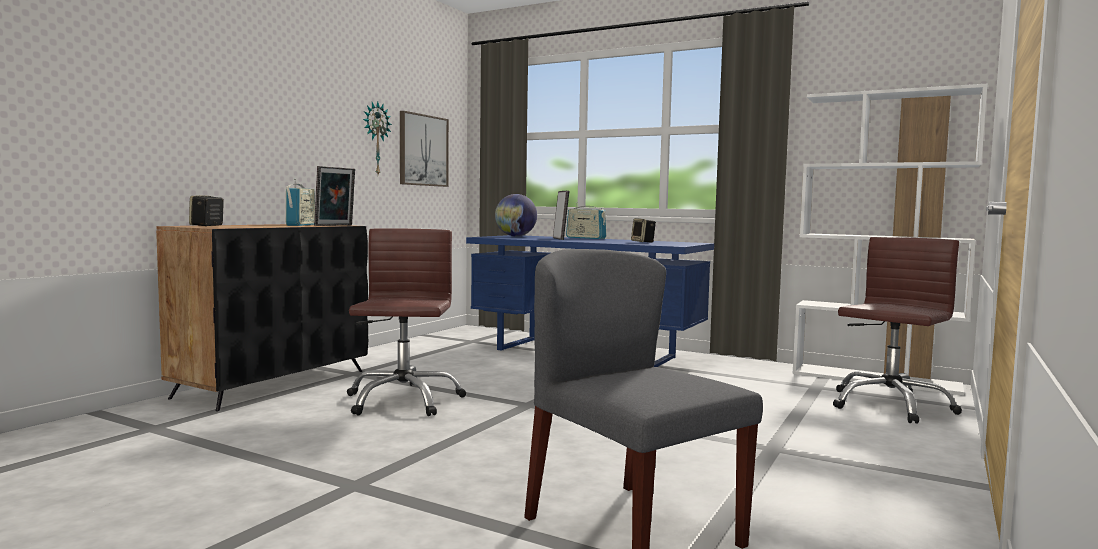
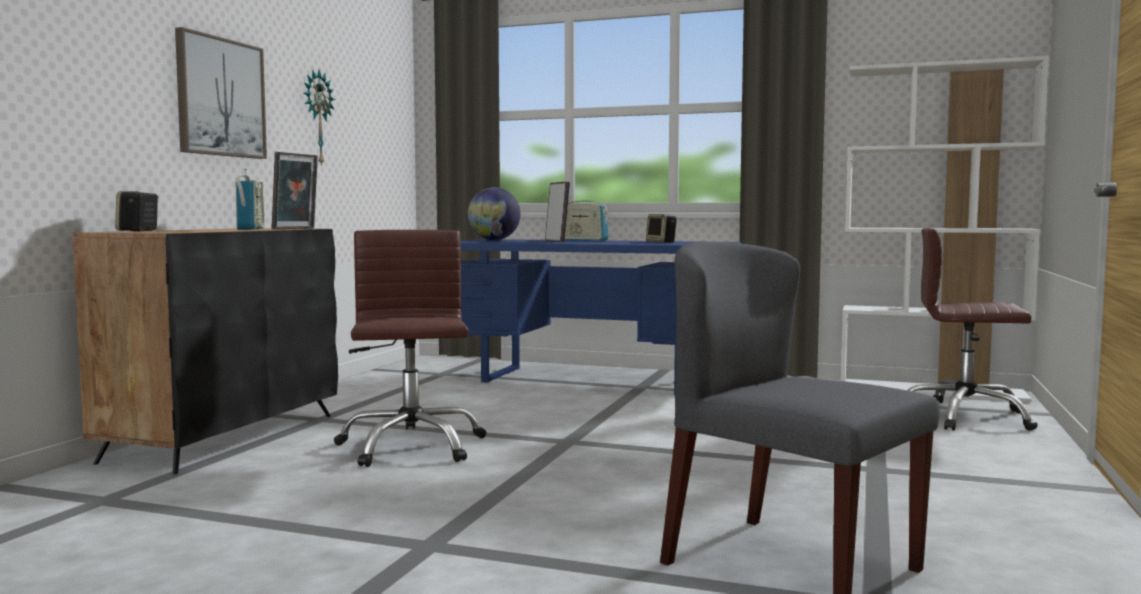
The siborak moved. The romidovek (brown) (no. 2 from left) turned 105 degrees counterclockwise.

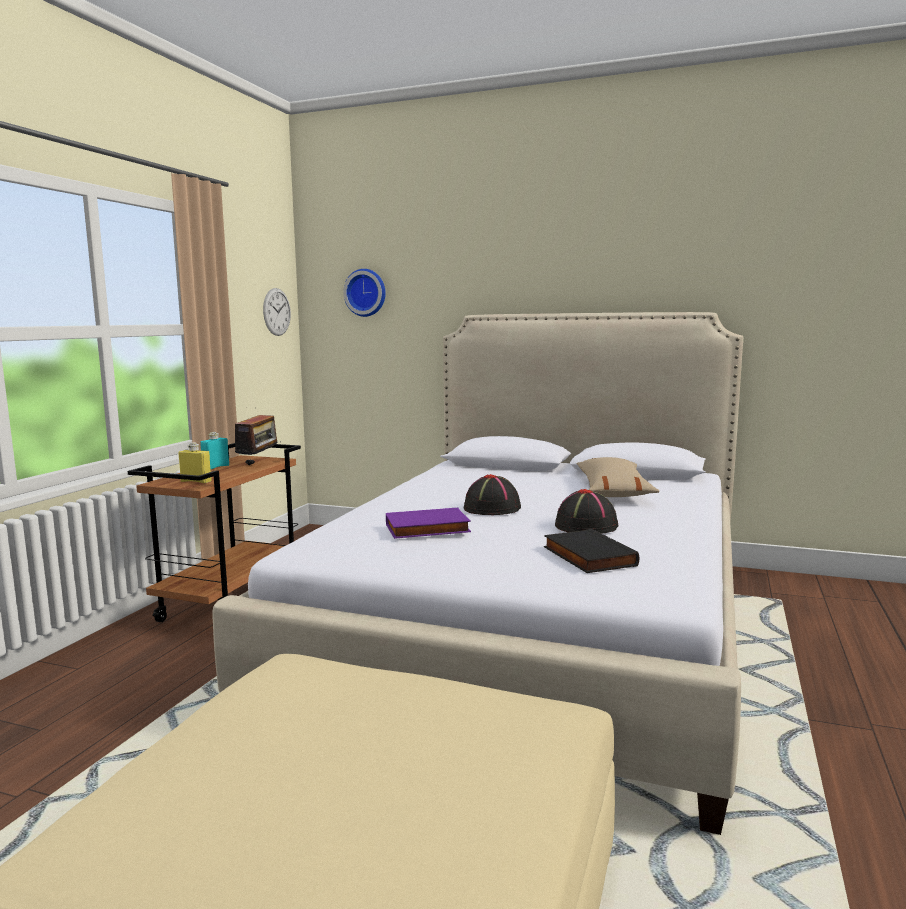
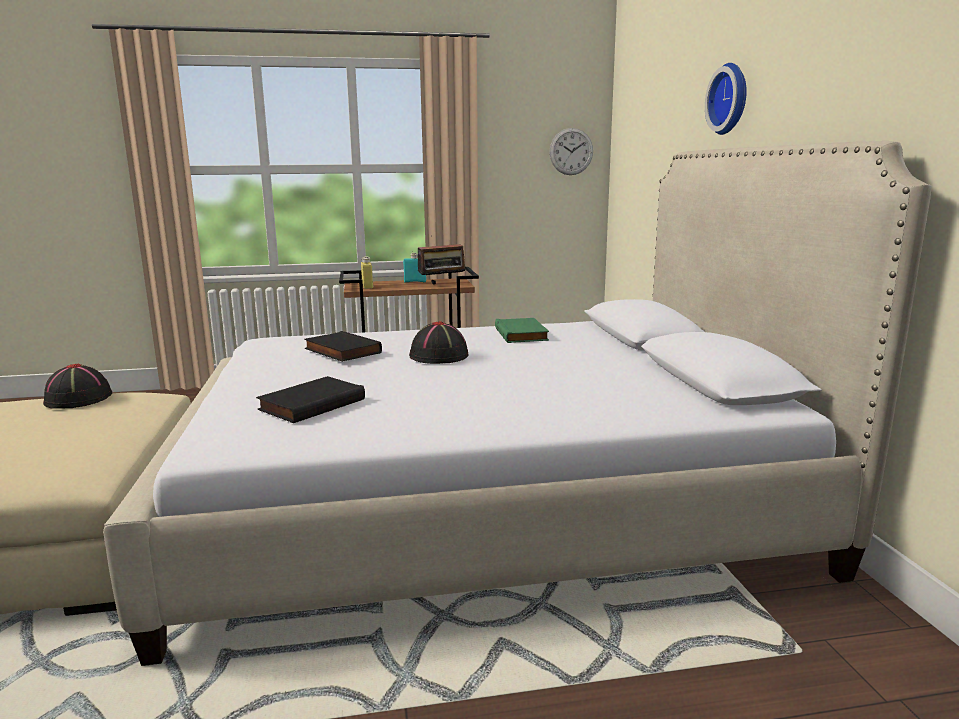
The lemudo (no. 2 from left) moved. The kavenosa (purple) became the kavenosa (black) (no. 2 from left). The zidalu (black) (no. 2 from left in the first image) moved. The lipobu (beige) disappeared. The kavenosa (green) appeared.

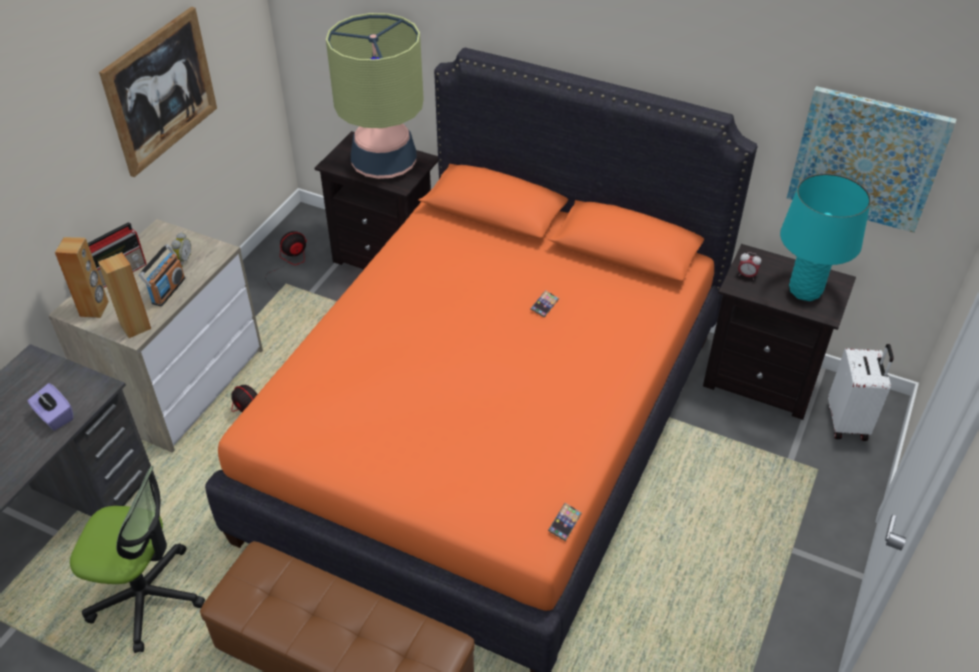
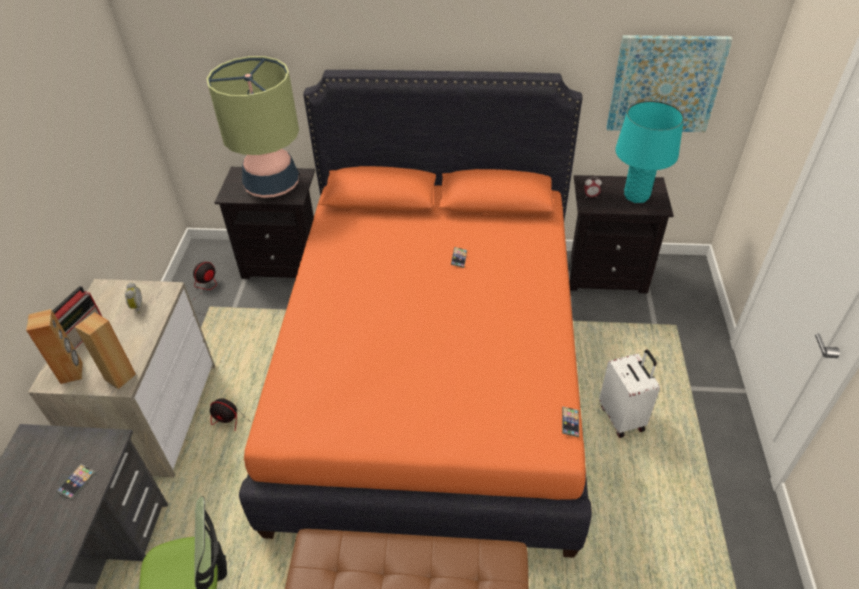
The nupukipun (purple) was replaced by the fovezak (no. 1 from left). The siborak (no. 1 from left) disappeared. The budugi (no. 2 from left) disappeared. The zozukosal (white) moved.

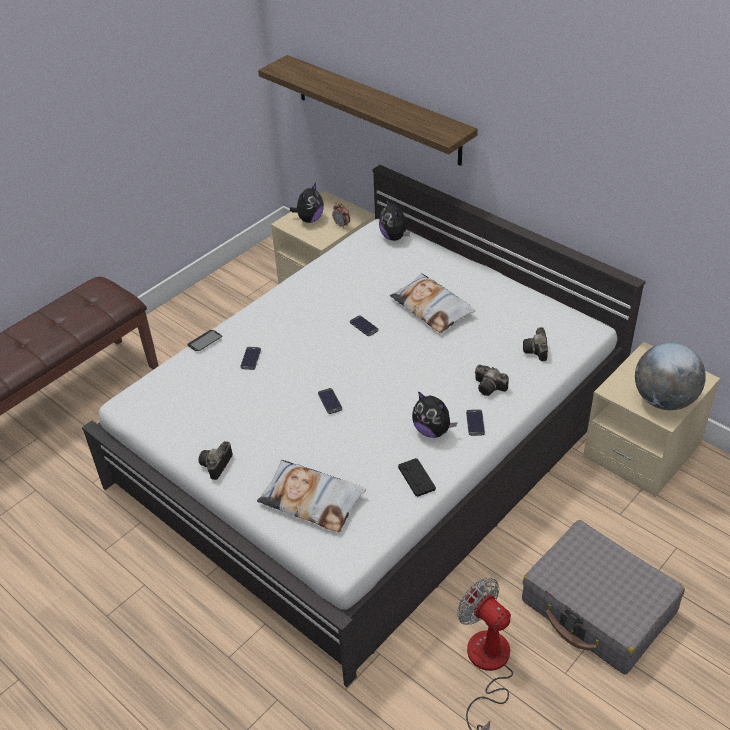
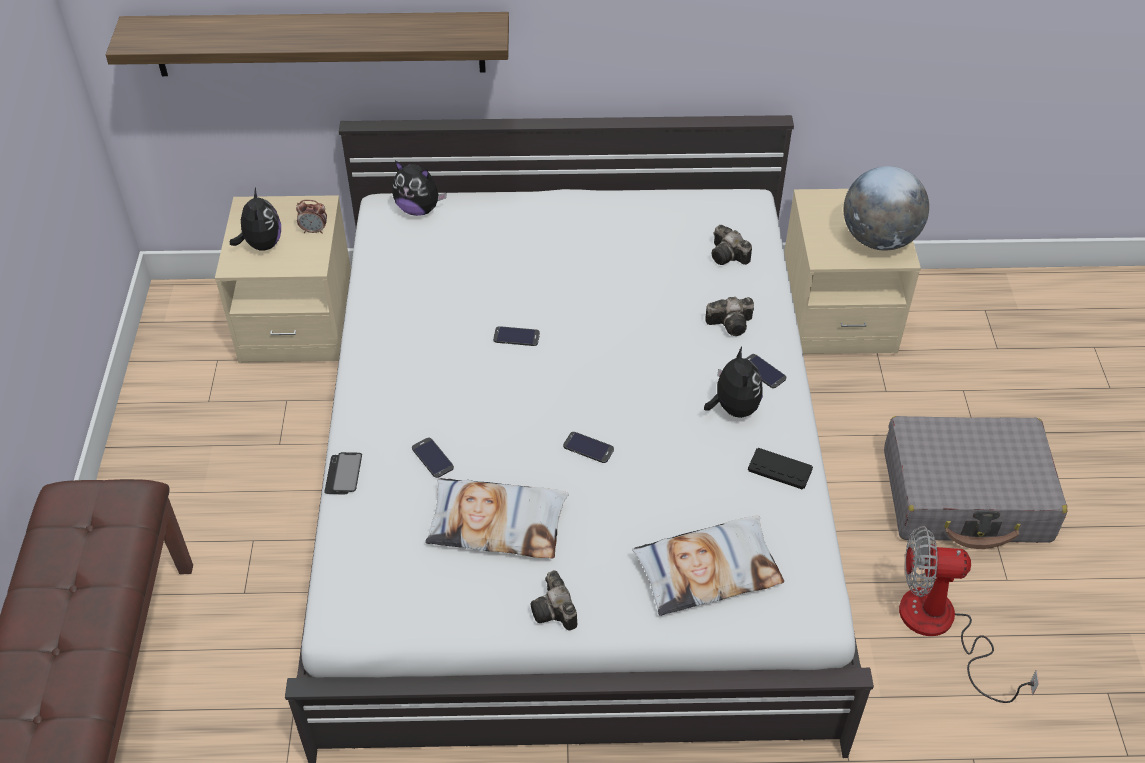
The lipobu (no. 2 from left in the first image) moved. The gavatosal (no. 3 from left) turned 90 degrees counterclockwise.

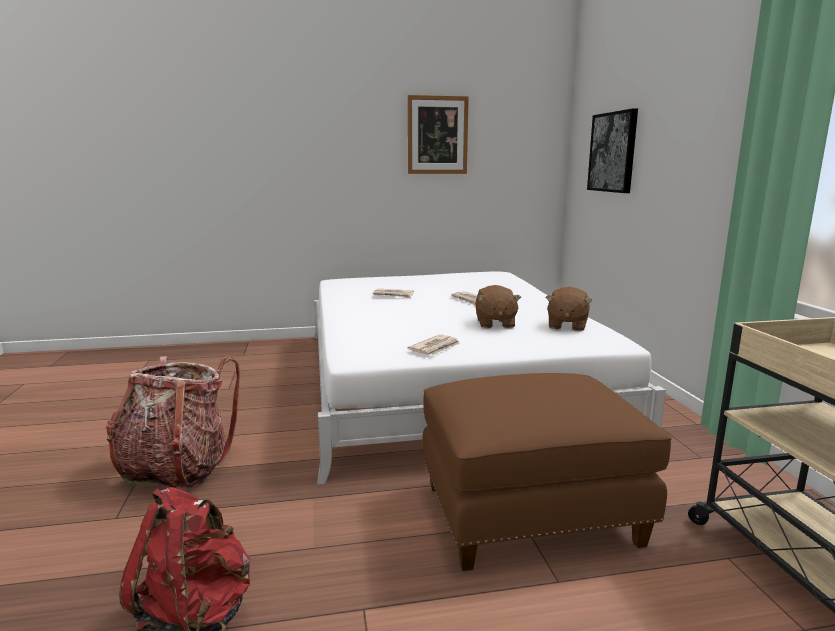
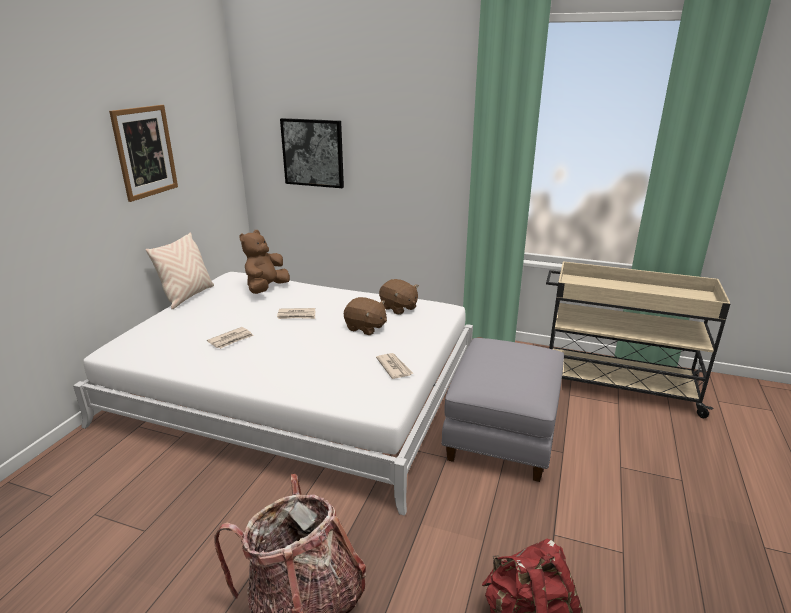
The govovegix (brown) became the govovegix (grey). The lipobu (beige) appeared. The gavatosal (brown) (no. 1 from left) appeared.

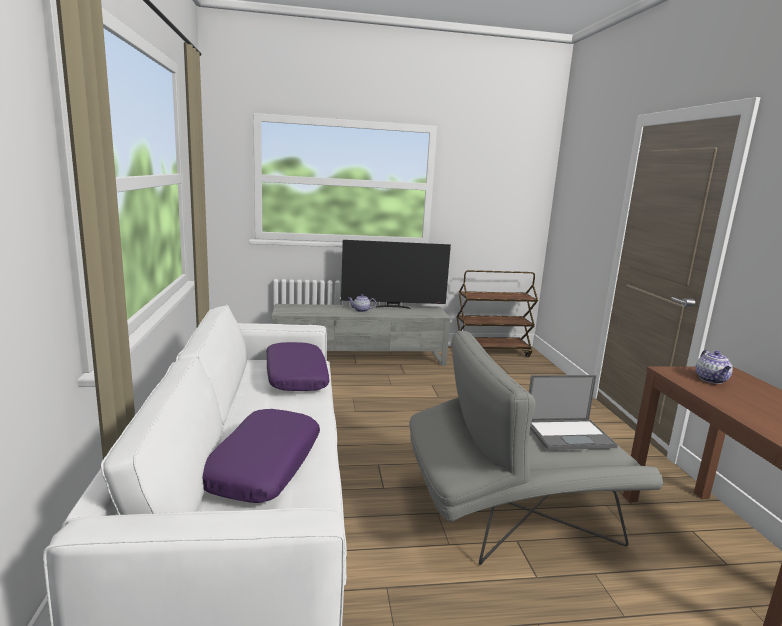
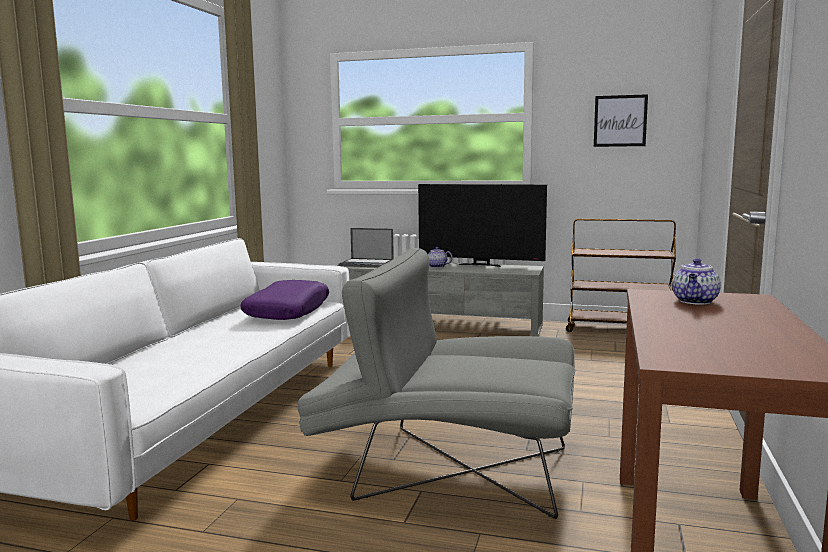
The lipobu (purple) (no. 1 from left) disappeared. The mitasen moved. The siborak appeared.

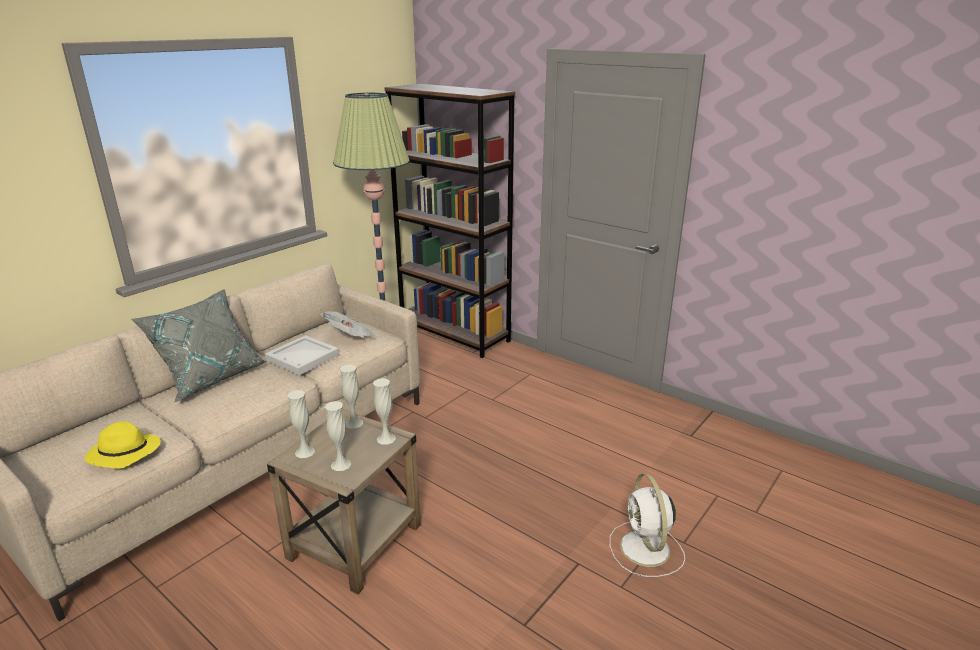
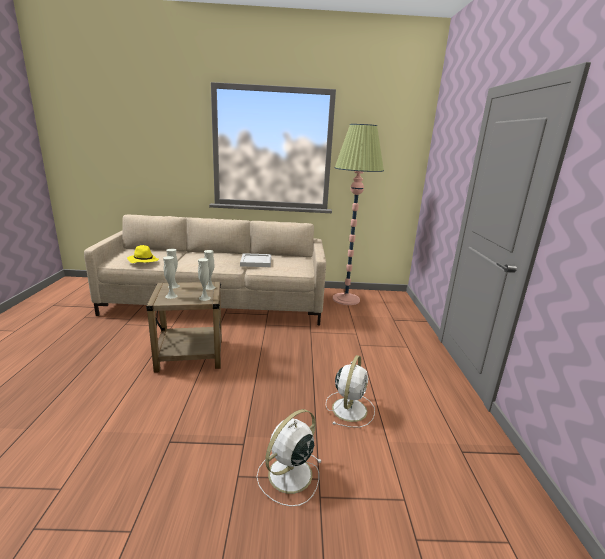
The lipobu (grey) disappeared. The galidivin disappeared. The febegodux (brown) disappeared. The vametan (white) (no. 2 from left) appeared.

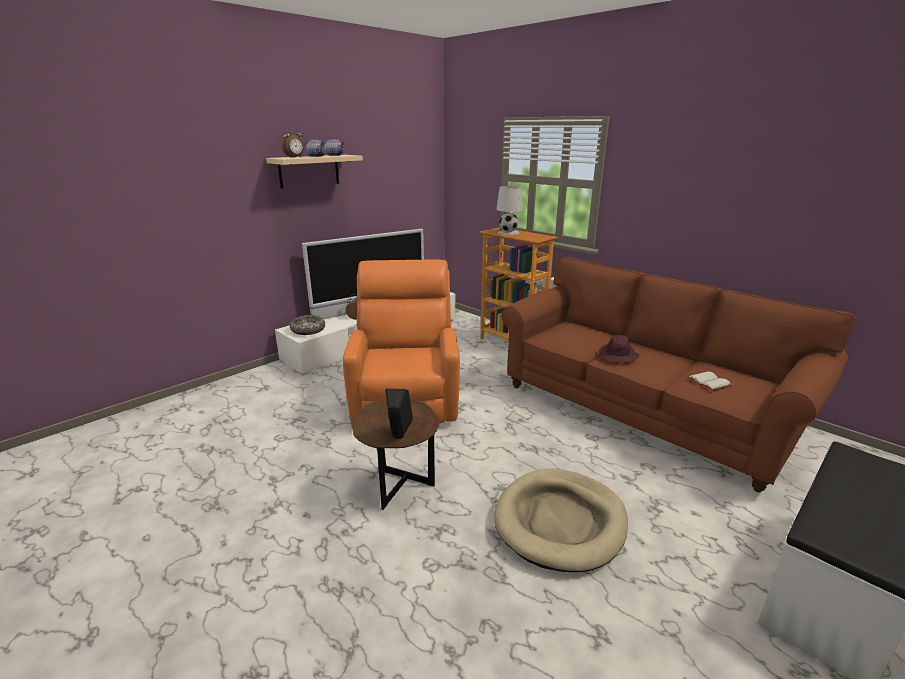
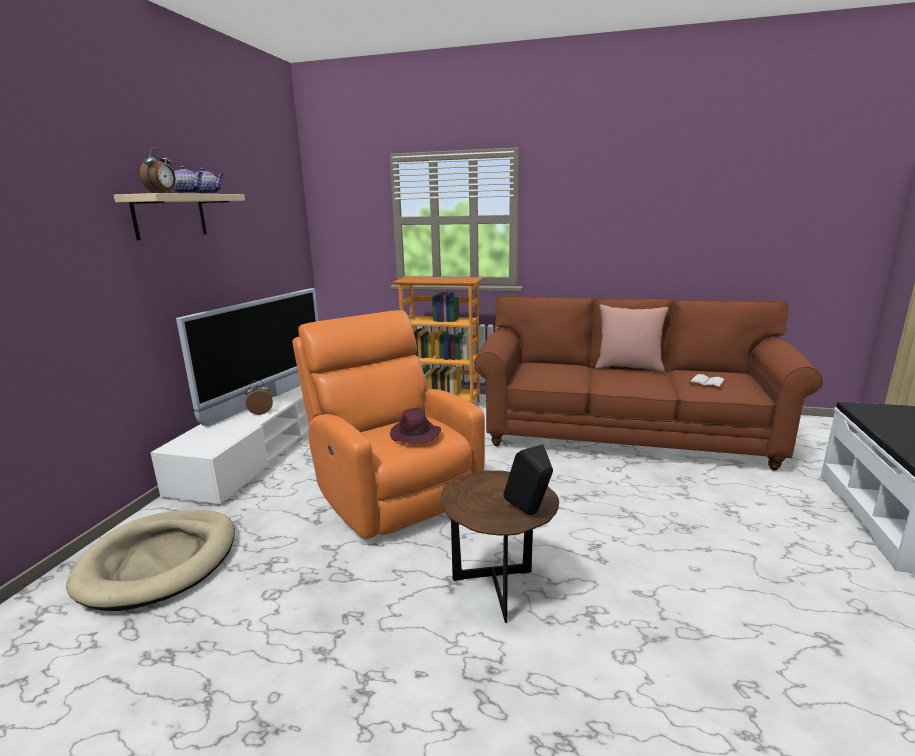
The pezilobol disappeared. The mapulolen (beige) moved. The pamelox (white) disappeared. The zidalu (purple) moved. The lipobu (pink) appeared.

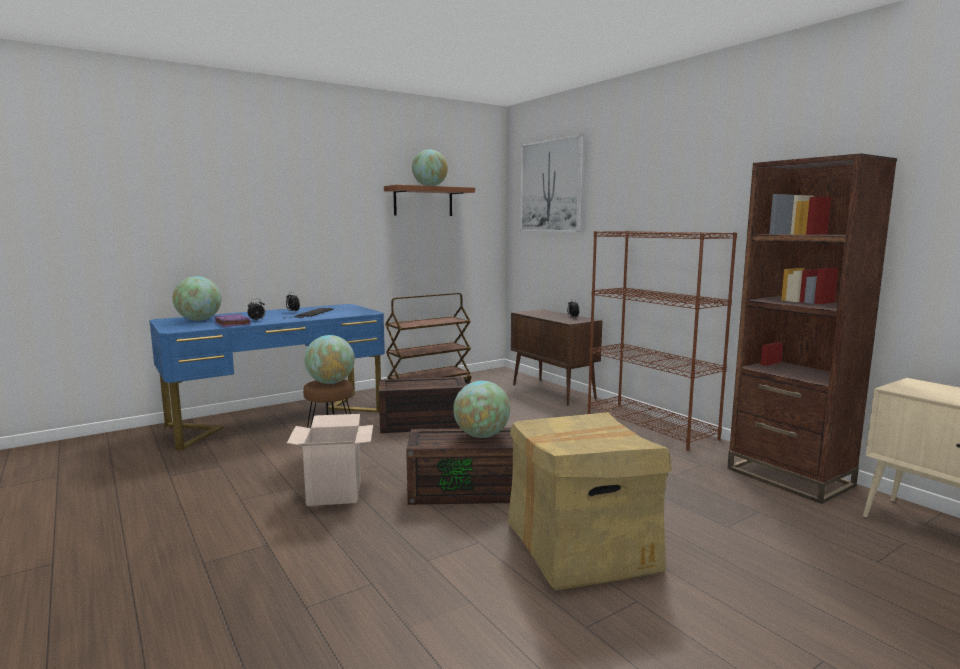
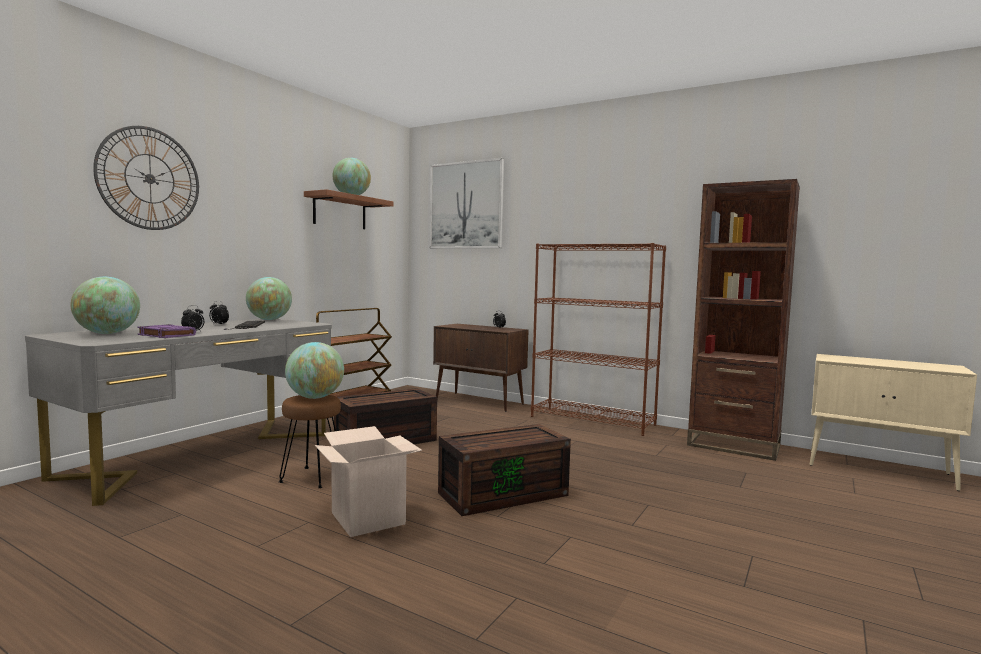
The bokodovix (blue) became the bokodovix (grey). The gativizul (no. 4 from left in the first image) moved. The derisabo (no. 2 from left) disappeared. The lemudo appeared.

